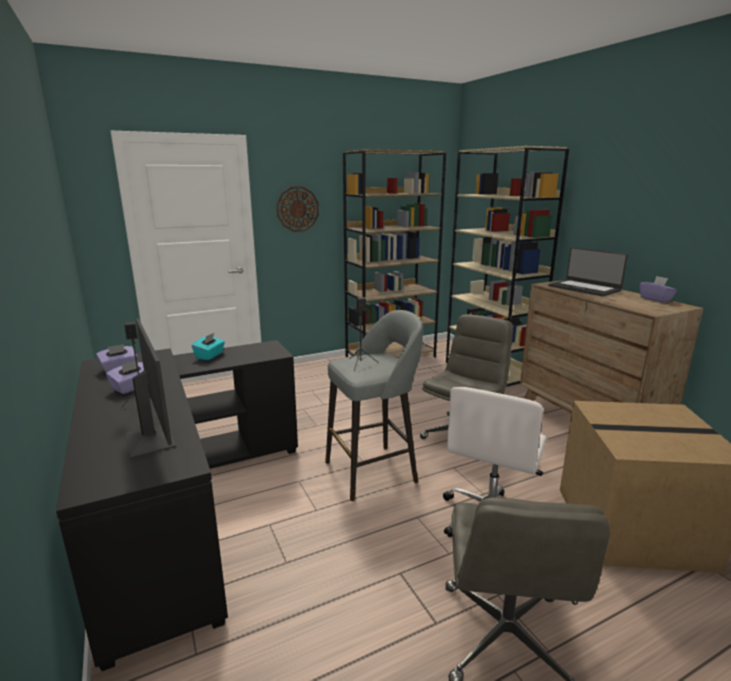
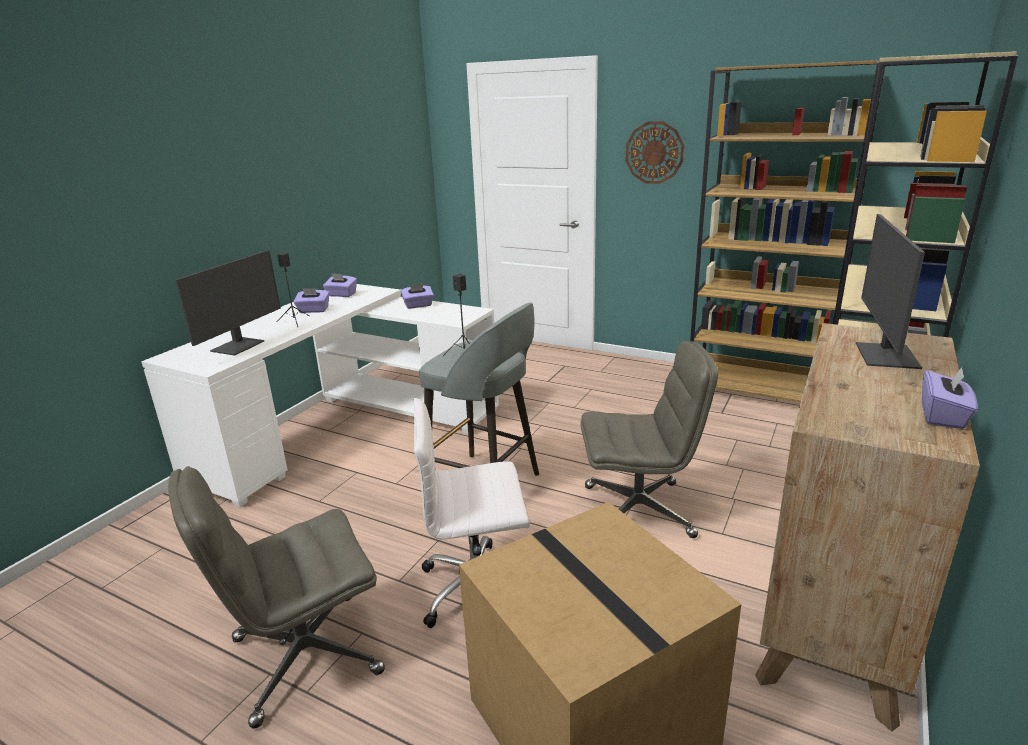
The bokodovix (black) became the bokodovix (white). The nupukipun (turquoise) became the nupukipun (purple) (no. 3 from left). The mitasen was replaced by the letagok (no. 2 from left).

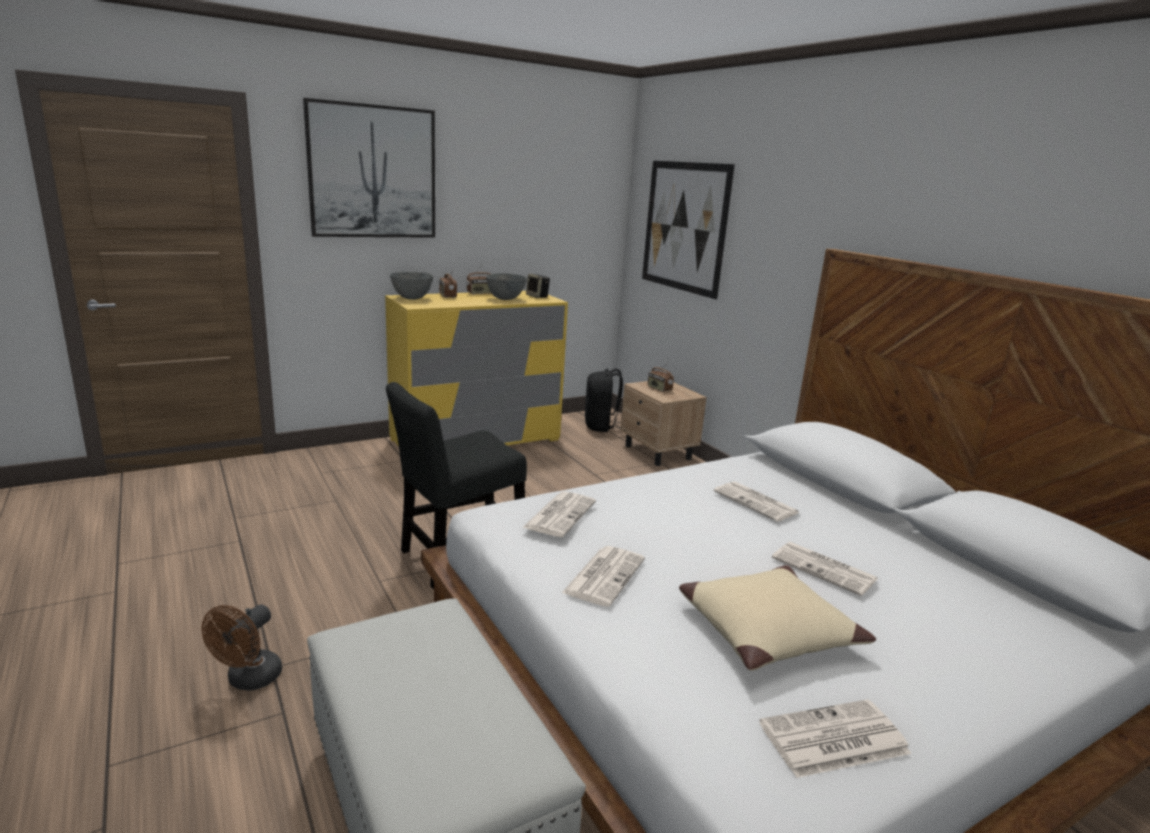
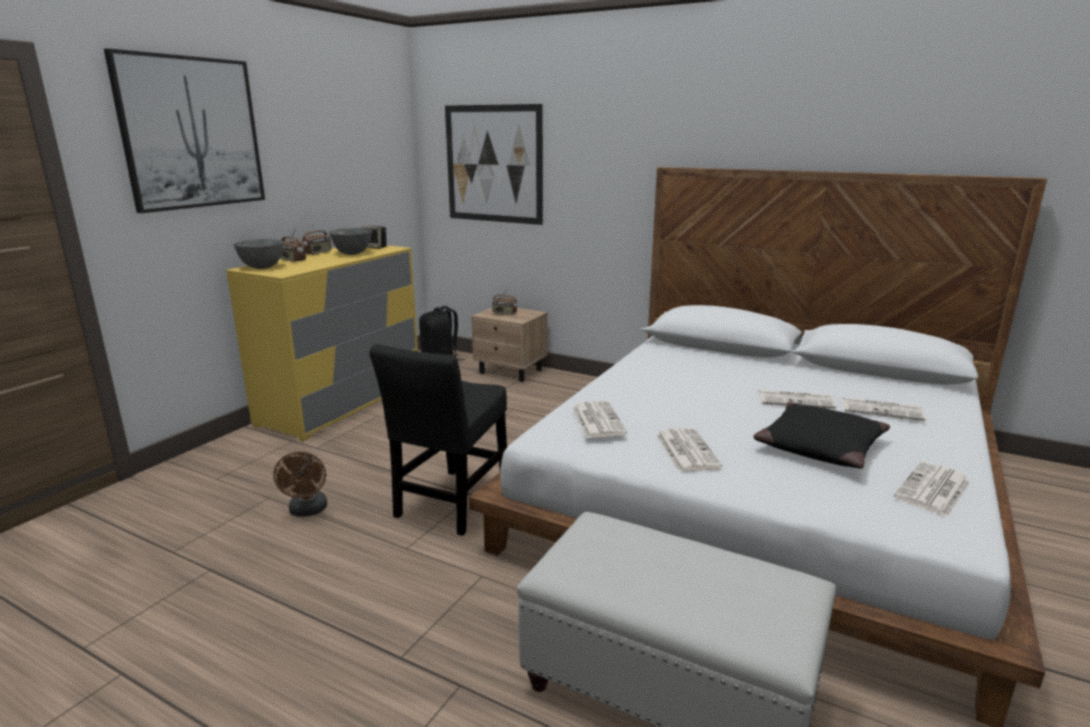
The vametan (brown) moved. The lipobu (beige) became the lipobu (black). The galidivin (no. 3 from left in the first image) moved.

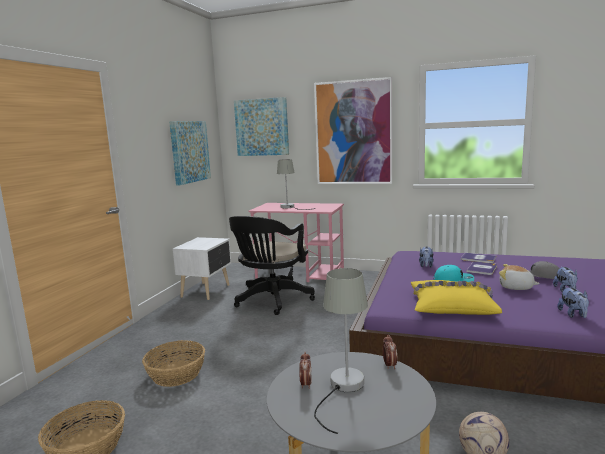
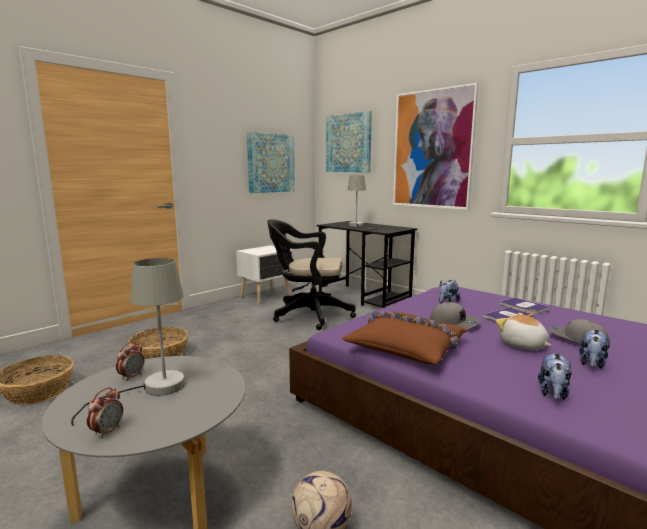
The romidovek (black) turned 45 degrees clockwise. The bokodovix (pink) became the bokodovix (black). The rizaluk (no. 2 from left in the first image) moved. The lipobu (yellow) became the lipobu (brown). The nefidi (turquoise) became the nefidi (grey) (no. 1 from left).

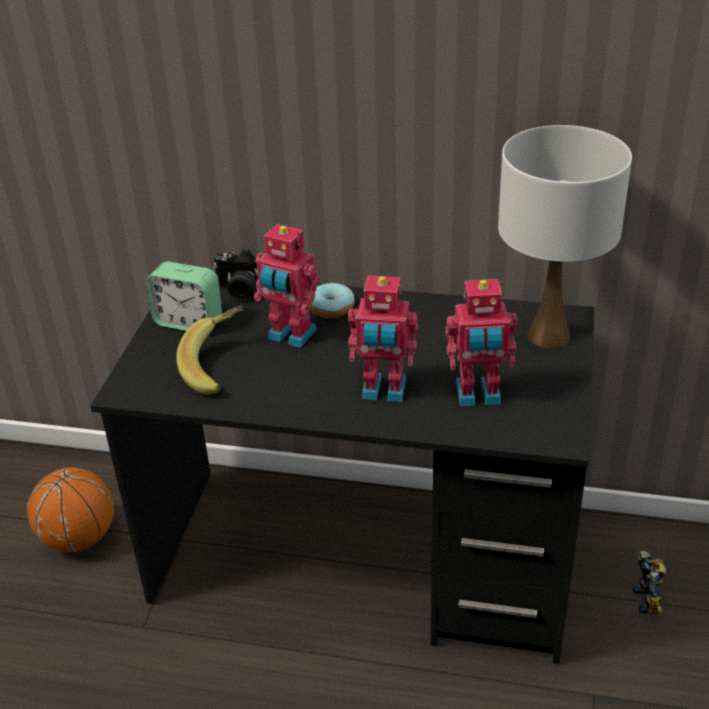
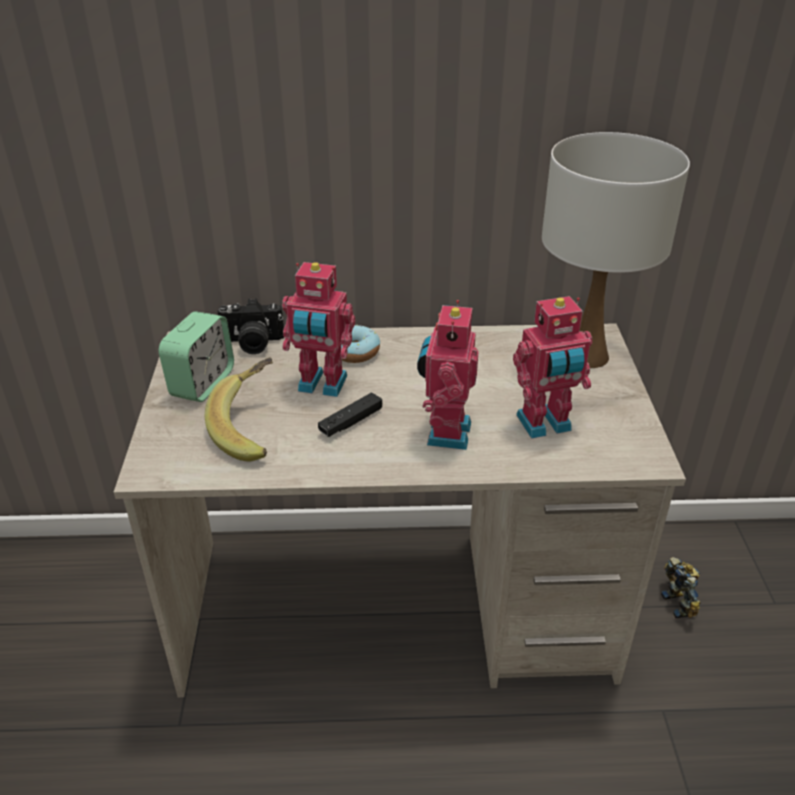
The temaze disappeared. The bokodovix (black) became the bokodovix (beige). The rizaluk turned 75 degrees counterclockwise. The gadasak (no. 2 from left) turned 105 degrees clockwise. The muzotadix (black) appeared.

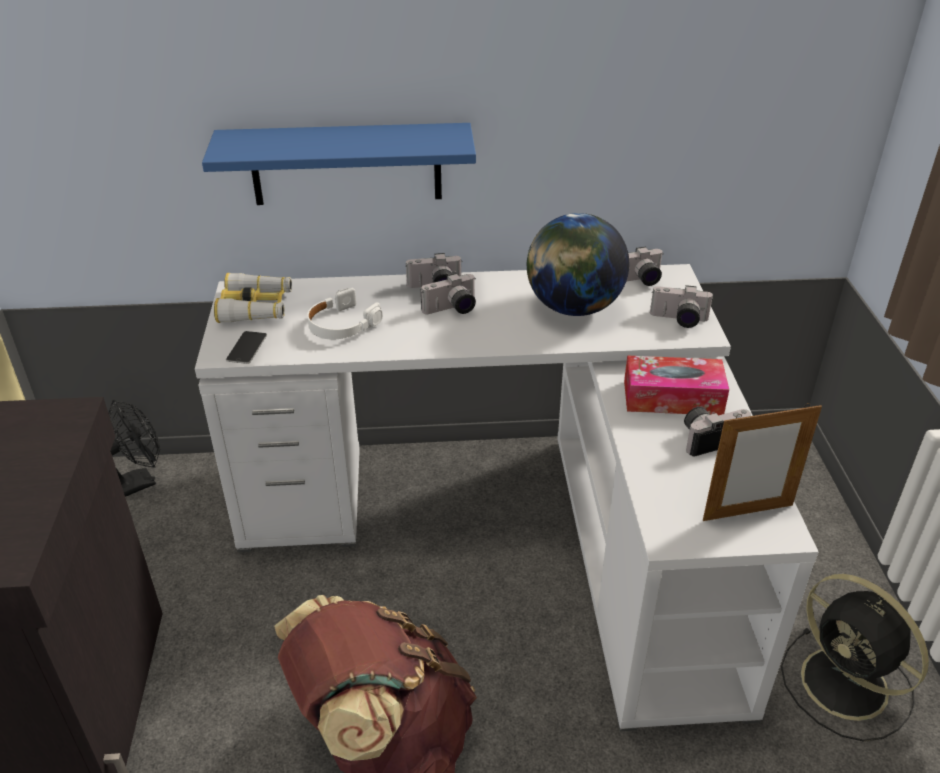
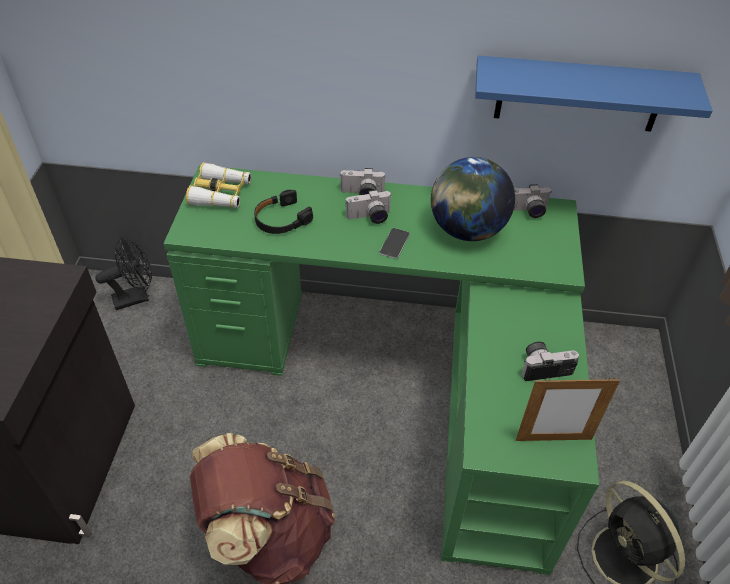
The bokodovix (white) became the bokodovix (green). The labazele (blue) moved. The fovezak moved. The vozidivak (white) became the vozidivak (black). The nupukipun disappeared. The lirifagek (no. 4 from left) disappeared.

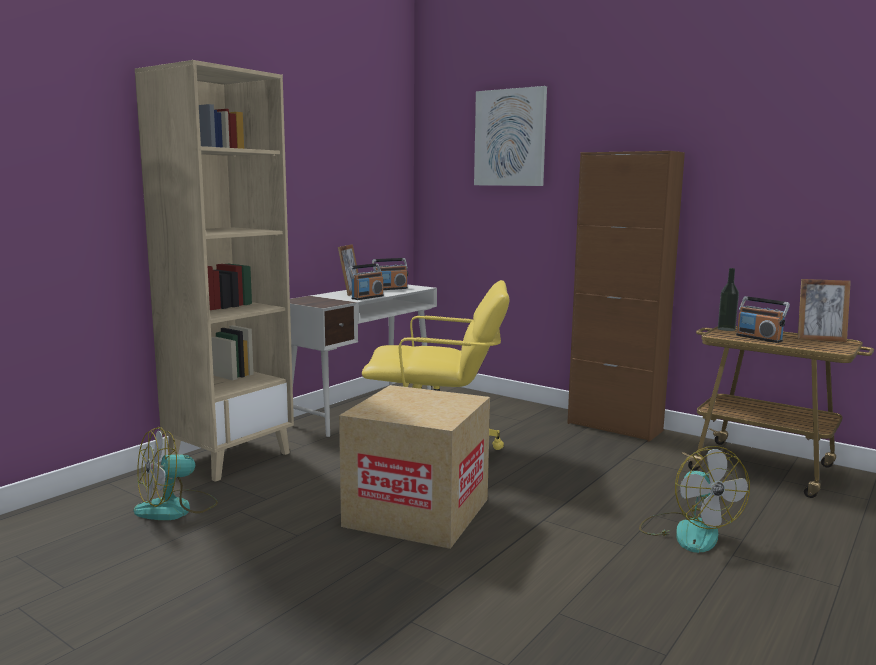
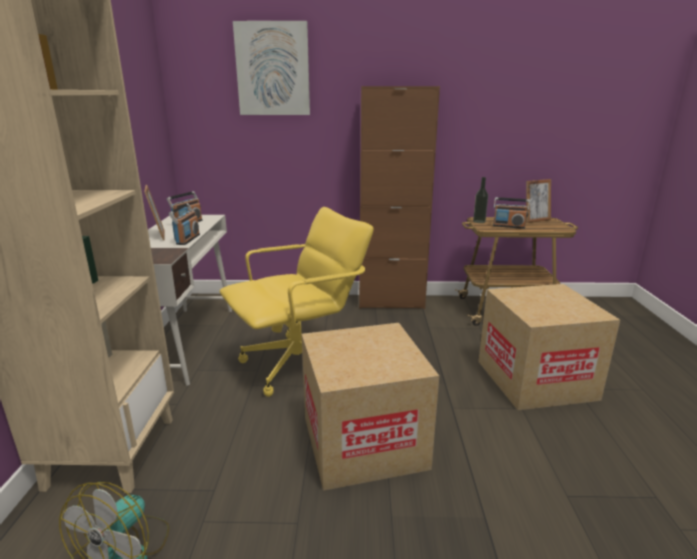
The vametan (no. 2 from left) was replaced by the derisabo (no. 2 from left).

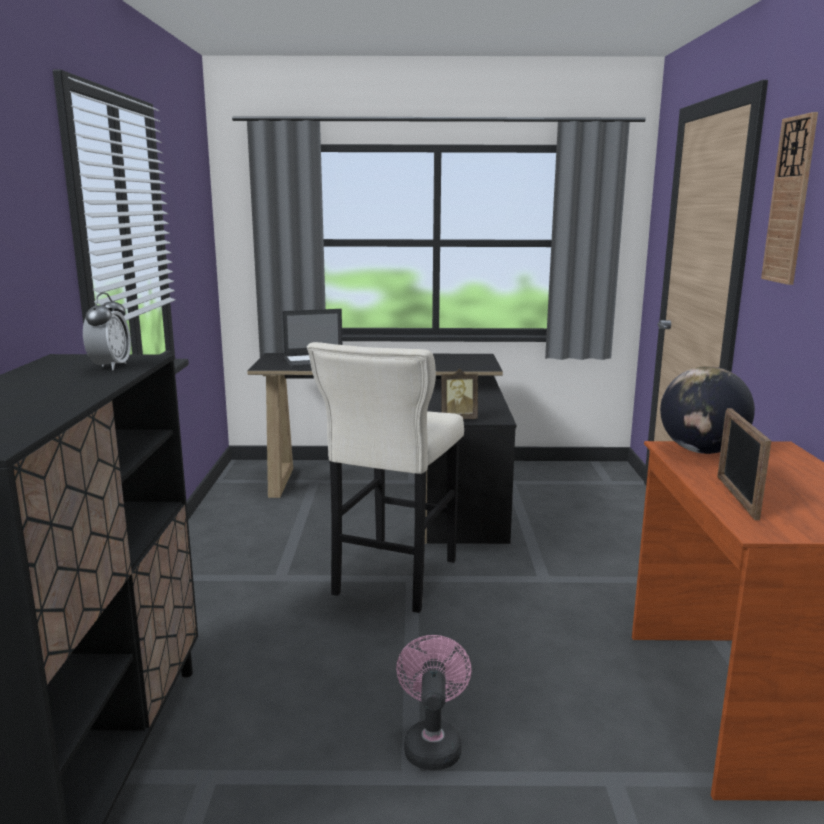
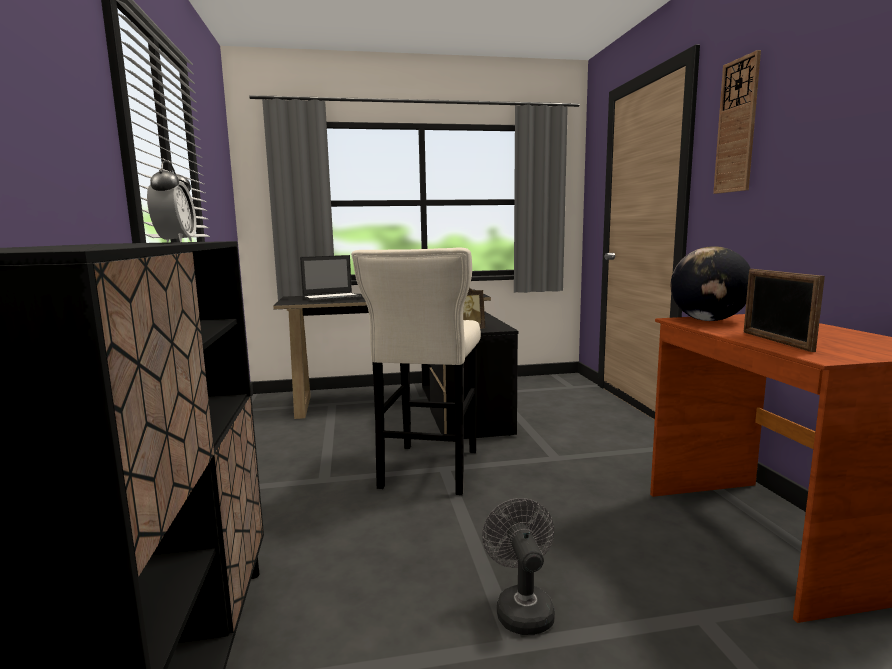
The vametan (pink) became the vametan (grey).

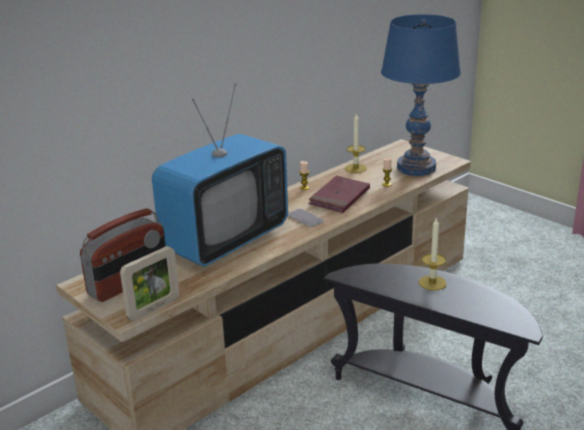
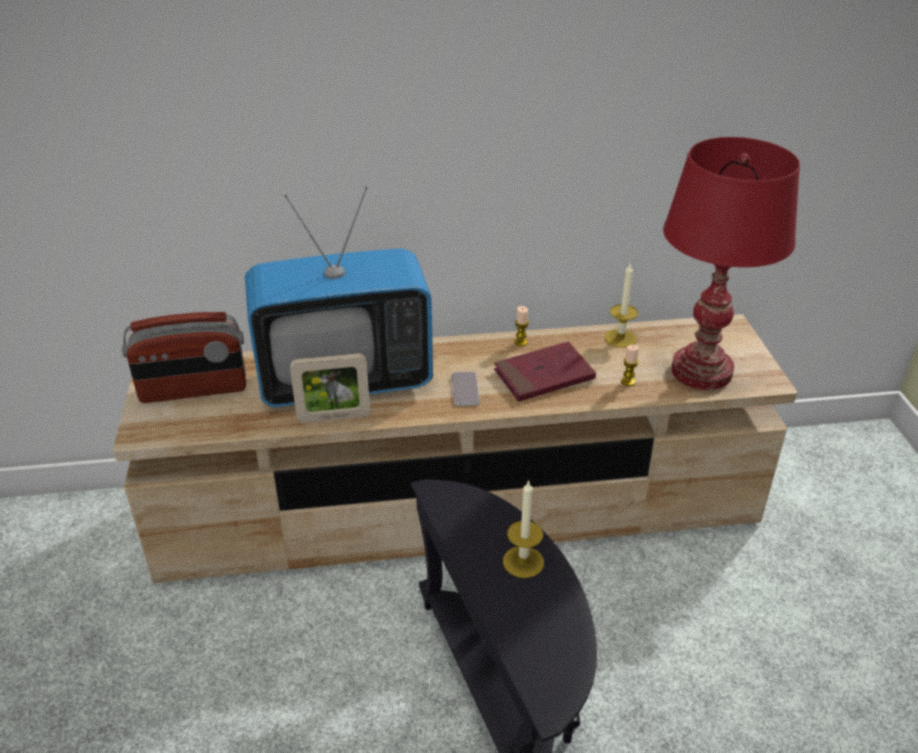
The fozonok moved. The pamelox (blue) became the pamelox (red).

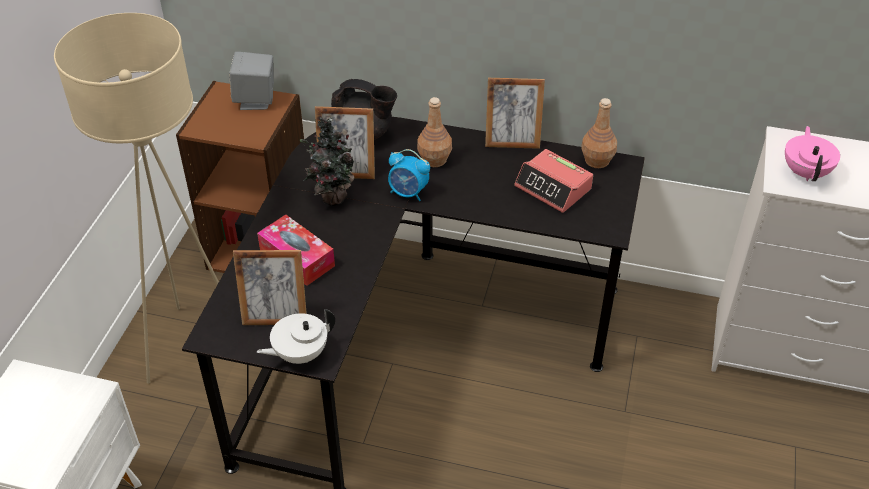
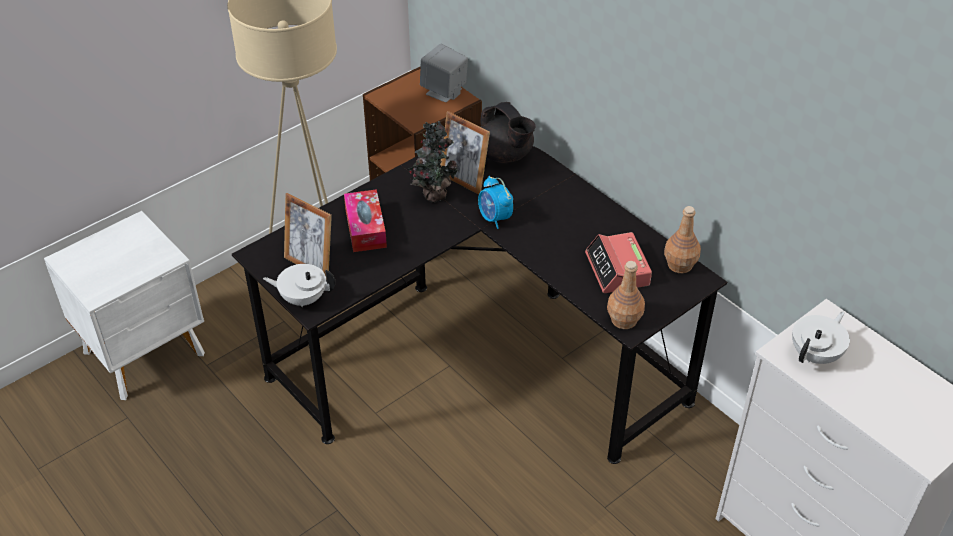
The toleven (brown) (no. 1 from left) moved. The fozonok (no. 3 from left) disappeared. The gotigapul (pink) became the gotigapul (white) (no. 2 from left).

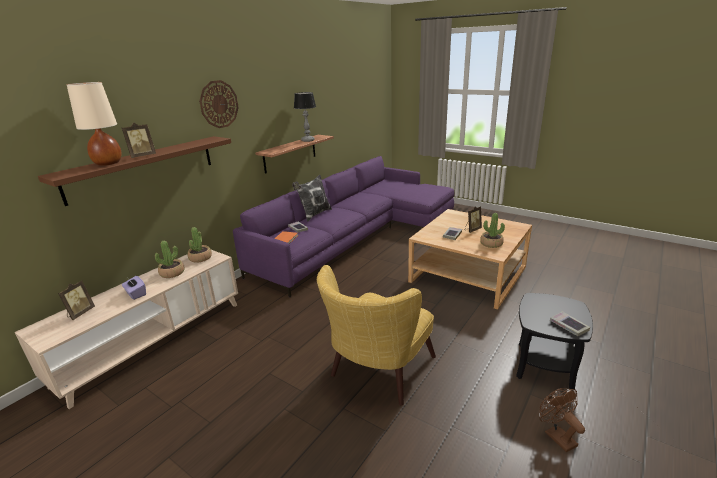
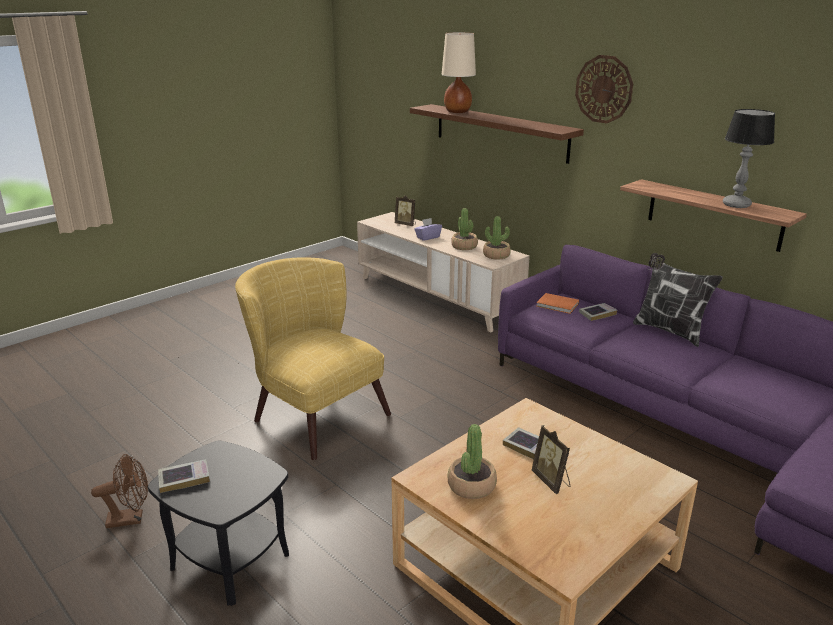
The fozonok (no. 2 from left) disappeared.

